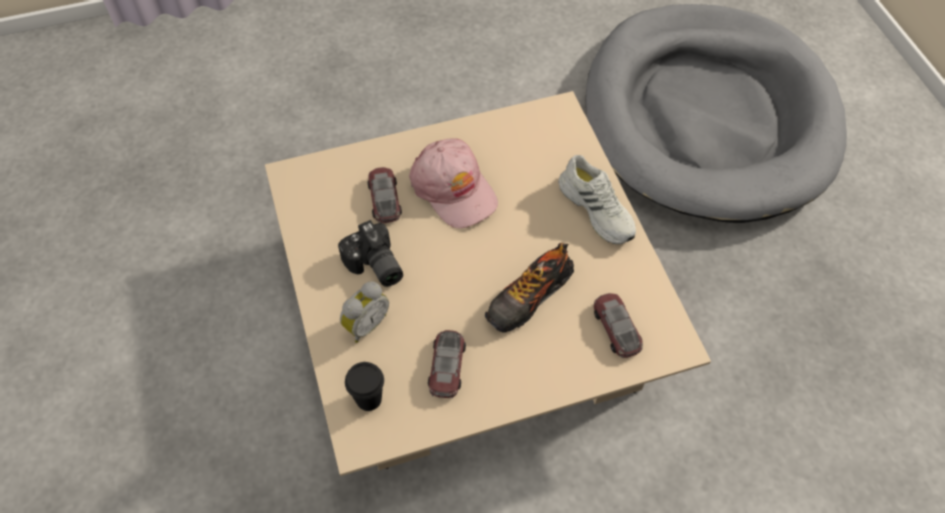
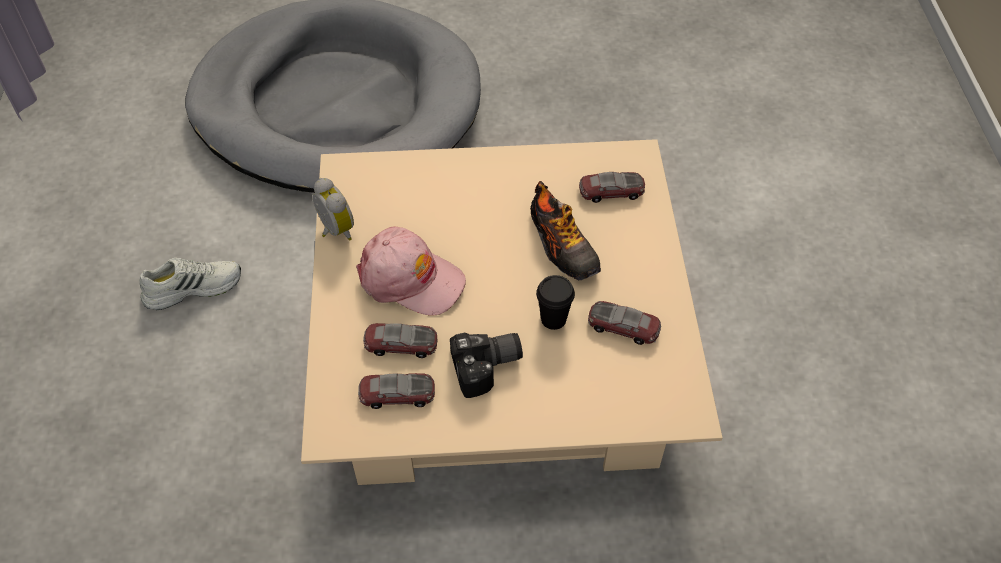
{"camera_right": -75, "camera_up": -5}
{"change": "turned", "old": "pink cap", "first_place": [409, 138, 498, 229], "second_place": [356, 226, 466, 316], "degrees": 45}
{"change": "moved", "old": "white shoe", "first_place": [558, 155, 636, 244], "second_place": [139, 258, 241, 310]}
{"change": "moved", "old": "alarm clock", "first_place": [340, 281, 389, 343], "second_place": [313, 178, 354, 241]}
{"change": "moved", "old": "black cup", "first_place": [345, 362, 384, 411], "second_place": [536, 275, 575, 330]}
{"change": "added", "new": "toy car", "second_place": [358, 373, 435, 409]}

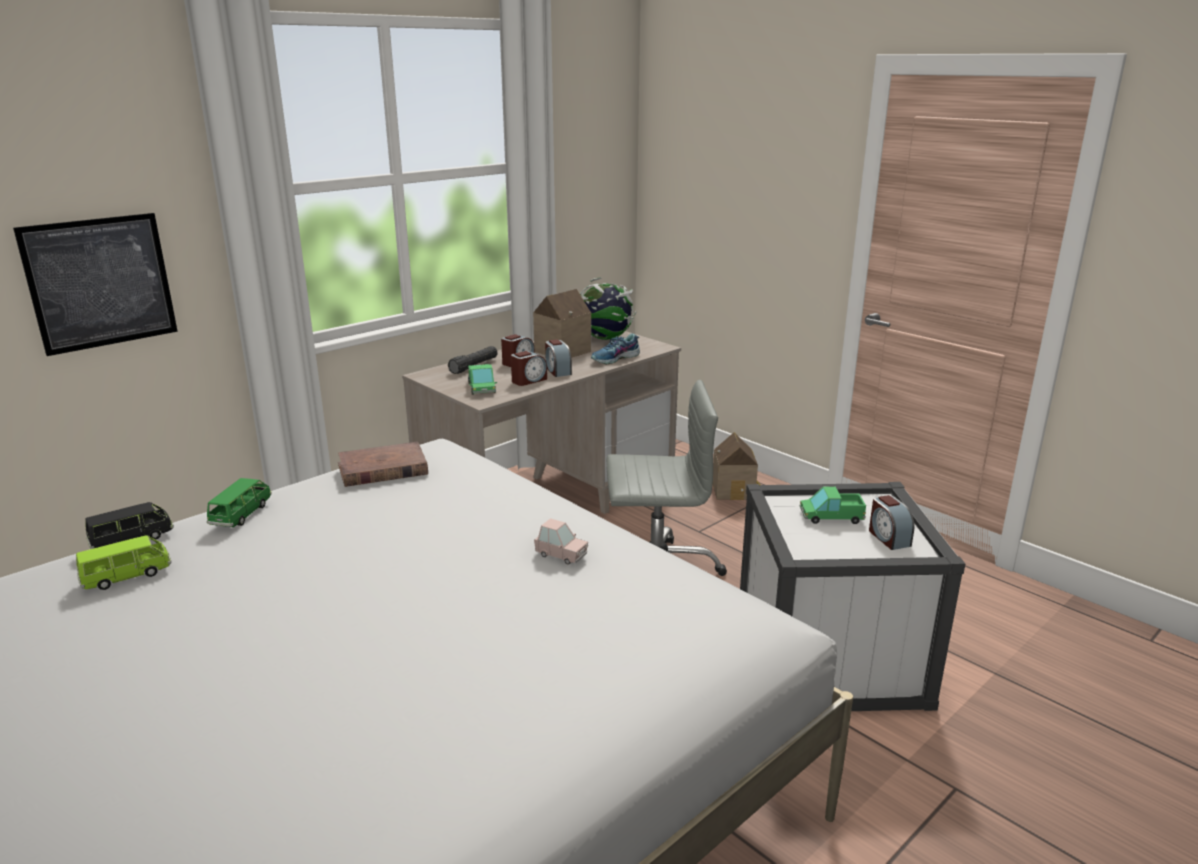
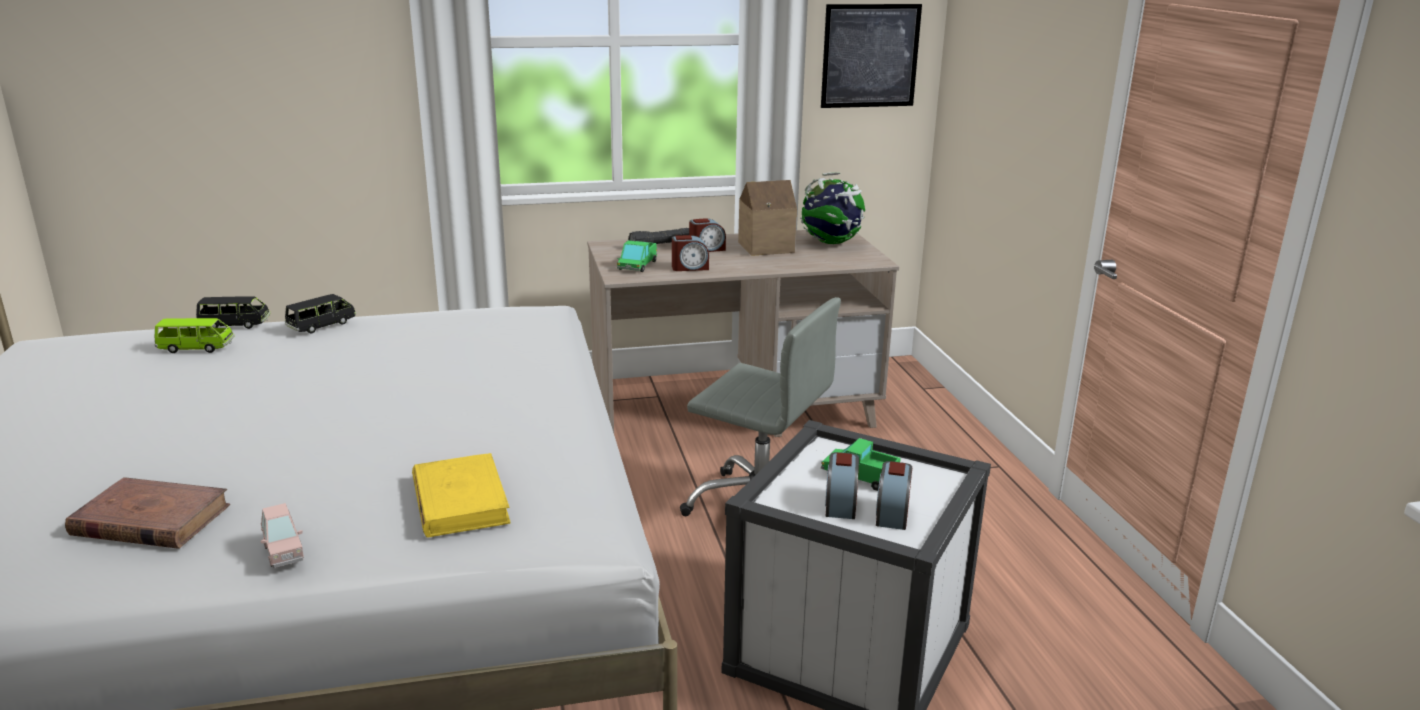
{"camera_right": 30, "camera_up": 0}
{"change": "moved", "old": "picture", "first_place": [13, 213, 178, 356], "second_place": [821, 4, 922, 108]}
{"change": "removed", "old": "shoe", "first_place": [591, 333, 640, 364]}
{"change": "moved", "old": "alarm clock", "first_place": [545, 339, 572, 377], "second_place": [825, 452, 859, 519]}
{"change": "removed", "old": "toy house", "first_place": [713, 432, 761, 500]}
{"change": "moved", "old": "brown book", "first_place": [338, 441, 428, 487], "second_place": [65, 477, 230, 549]}
{"change": "recoloured", "old": "green toy car", "new": "black toy car", "first_place": [207, 478, 272, 527], "second_place": [285, 294, 356, 333]}
{"change": "moved", "old": "pink toy car", "first_place": [534, 518, 588, 565], "second_place": [260, 503, 304, 568]}
{"change": "added", "new": "yellow book", "second_place": [412, 453, 511, 538]}

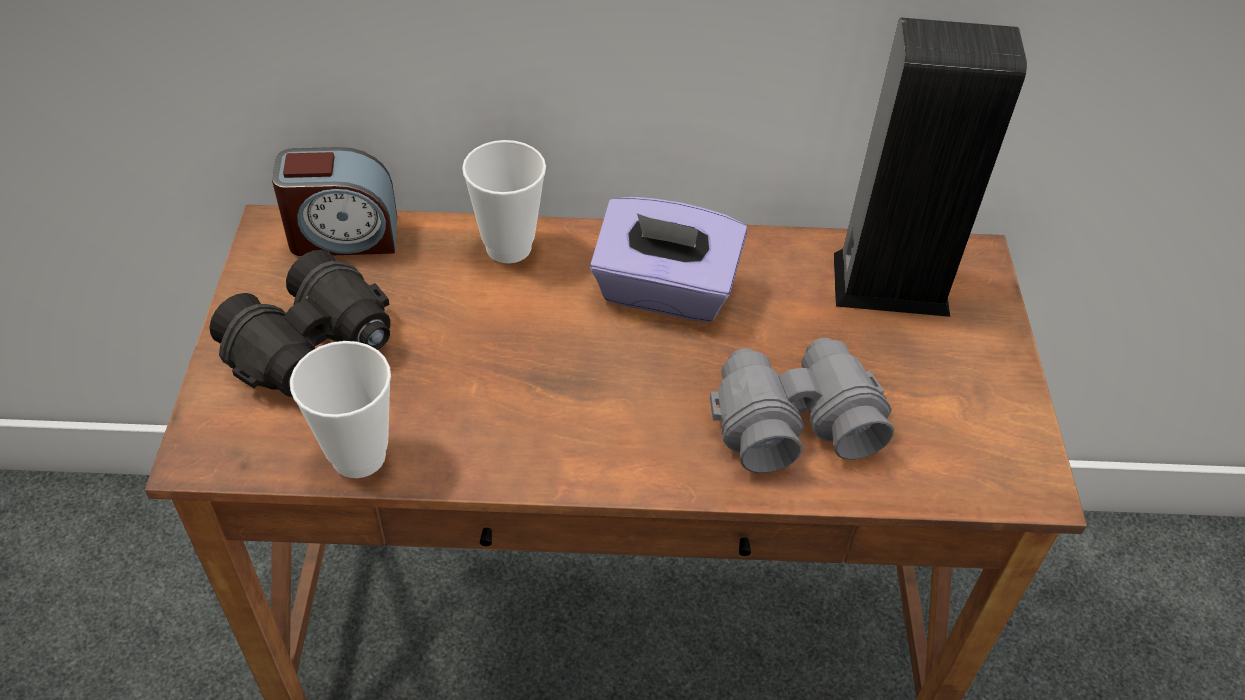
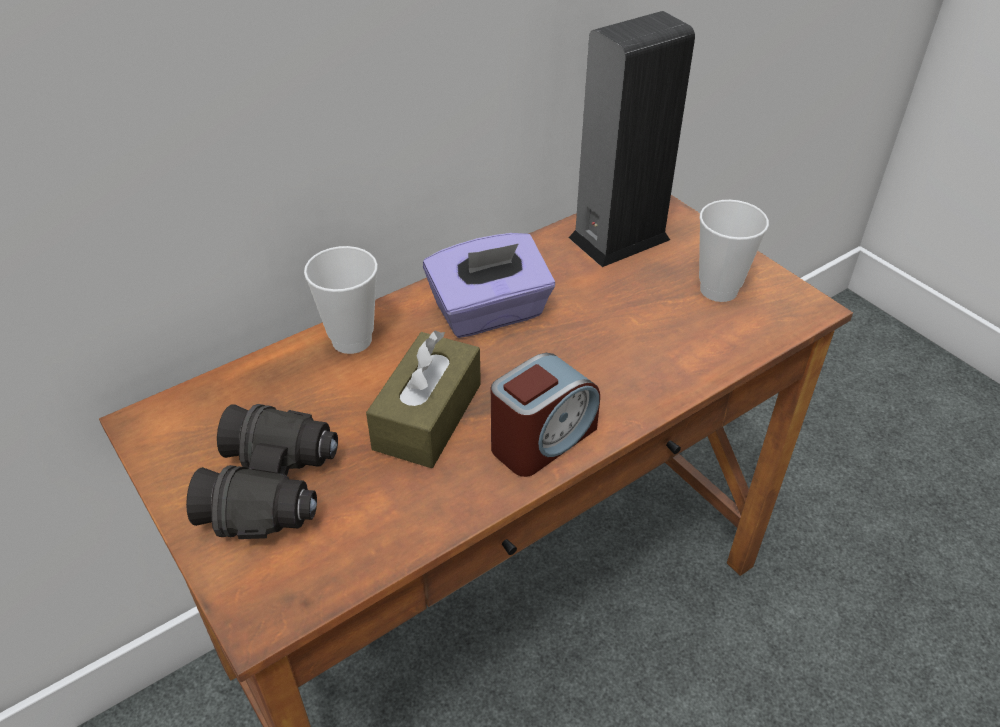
{"camera_right": -35, "camera_up": -5}
{"change": "moved", "old": "alarm clock", "first_place": [272, 147, 397, 256], "second_place": [491, 353, 600, 477]}
{"change": "removed", "old": "grey binoculars", "first_place": [710, 338, 894, 473]}
{"change": "moved", "old": "cup", "first_place": [290, 341, 391, 478], "second_place": [699, 200, 769, 302]}
{"change": "added", "new": "brown tissue box", "second_place": [366, 330, 481, 468]}

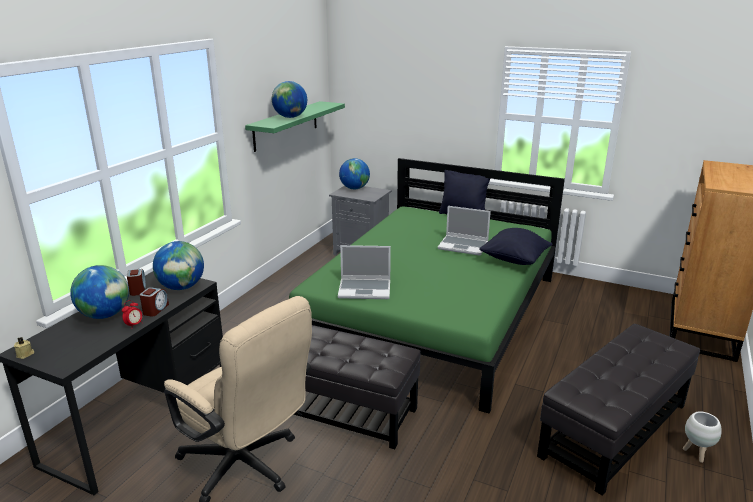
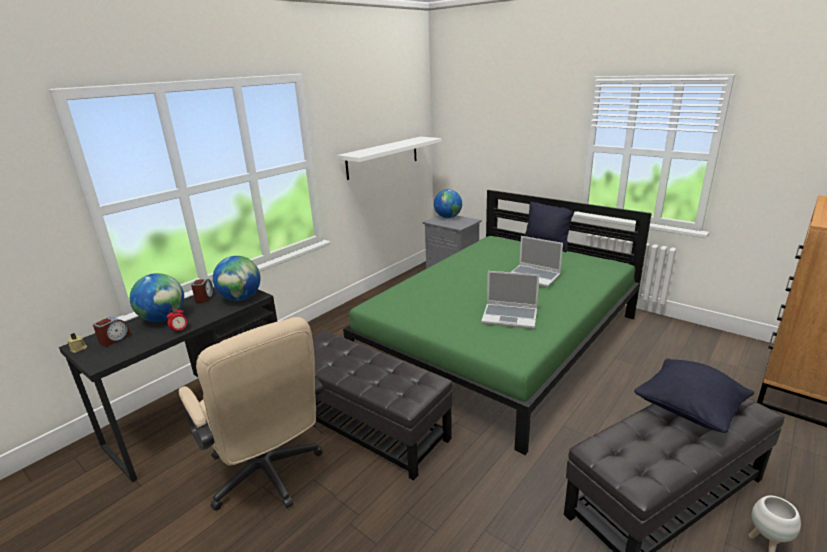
{"camera_right": 15, "camera_up": 0}
{"change": "removed", "old": "globe", "first_place": [272, 81, 307, 118]}
{"change": "recoloured", "old": "green shelf", "new": "white shelf", "first_place": [245, 101, 345, 152], "second_place": [337, 137, 442, 180]}
{"change": "moved", "old": "black pillow", "first_place": [479, 228, 552, 265], "second_place": [634, 358, 754, 433]}
{"change": "moved", "old": "laptop", "first_place": [338, 245, 391, 299], "second_place": [481, 271, 539, 329]}
{"change": "moved", "old": "alarm clock", "first_place": [140, 287, 169, 317], "second_place": [93, 317, 131, 347]}

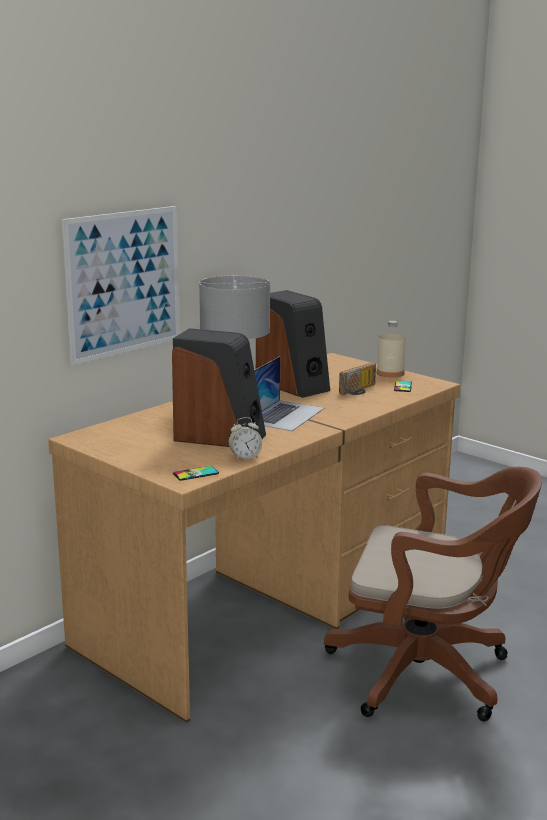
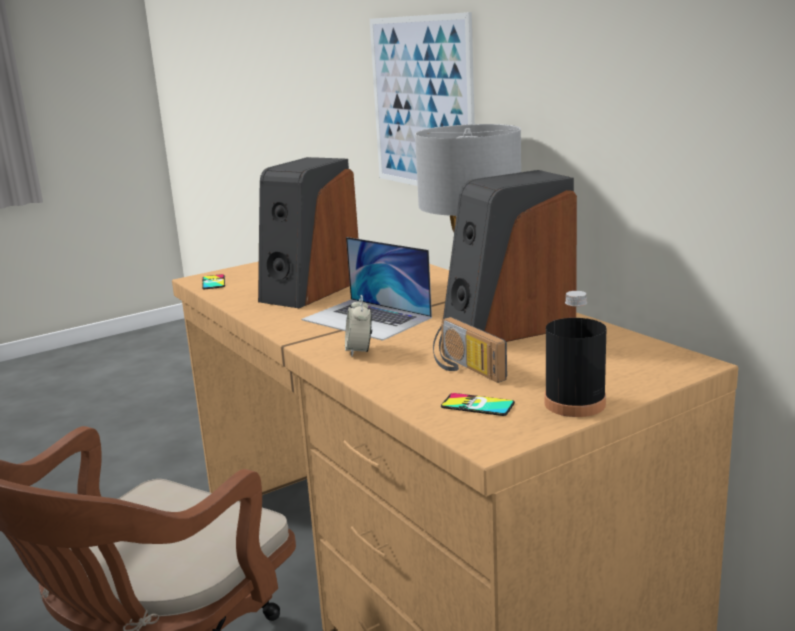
{"camera_right": 105, "camera_up": 0}
{"change": "recoloured", "old": "beige bottle", "new": "black bottle", "first_place": [377, 321, 406, 378], "second_place": [544, 291, 607, 417]}
{"change": "moved", "old": "alarm clock", "first_place": [228, 417, 262, 461], "second_place": [345, 295, 372, 356]}

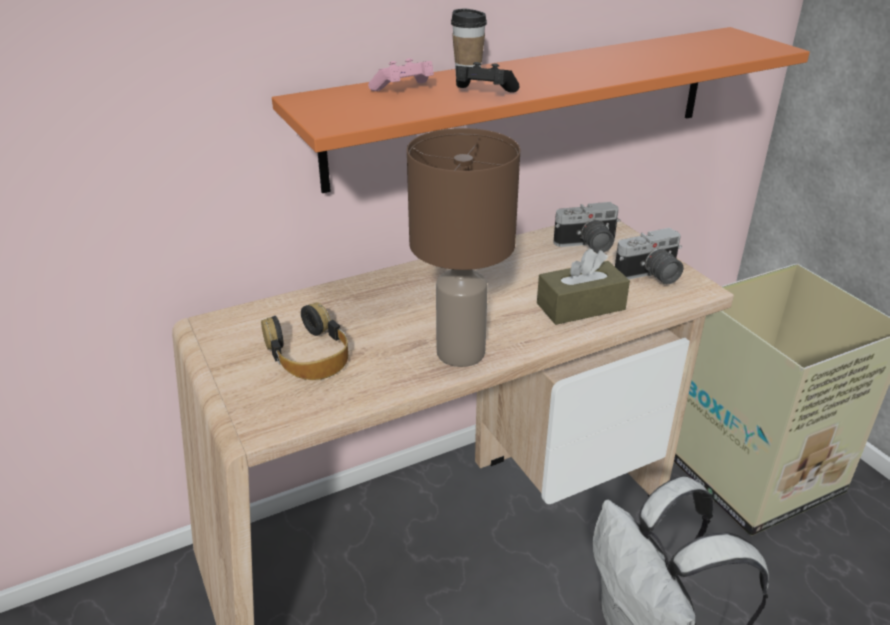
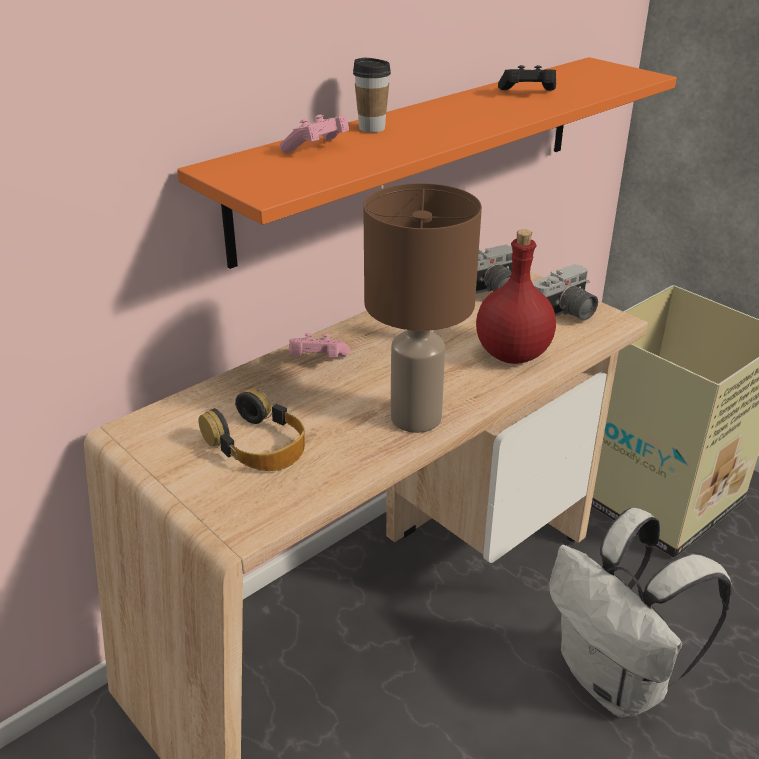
{"camera_right": -15, "camera_up": 0}
{"change": "moved", "old": "black game controller", "first_place": [455, 62, 520, 93], "second_place": [498, 65, 557, 91]}
{"change": "replaced", "old": "brown tissue box", "new": "red bottle", "first_place": [537, 249, 630, 325], "second_place": [476, 229, 556, 364]}
{"change": "added", "new": "pink game controller", "second_place": [289, 333, 350, 357]}

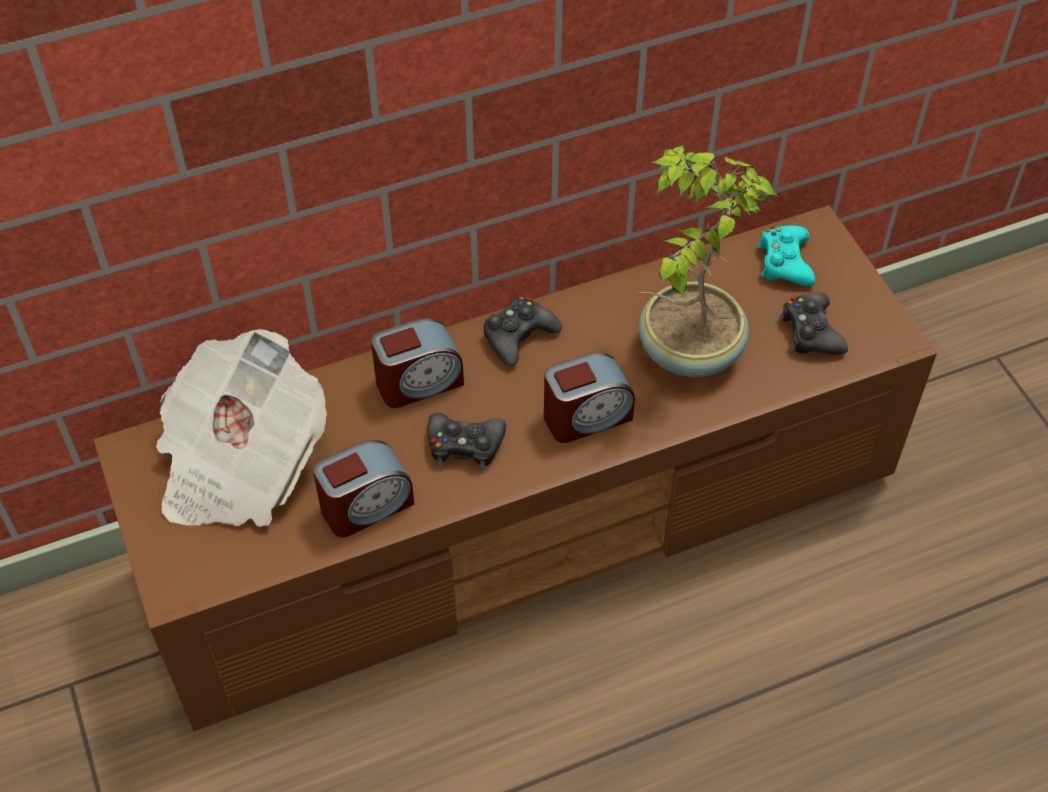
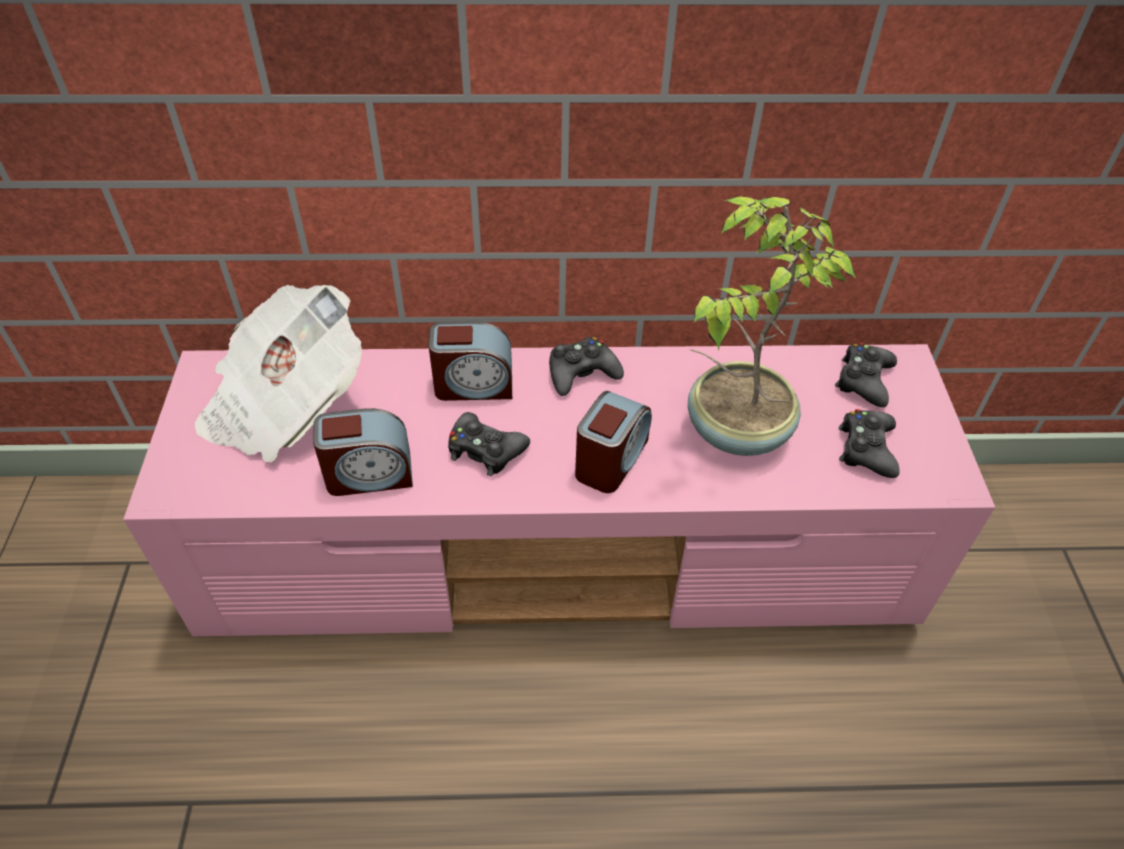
{"camera_right": 20, "camera_up": -5}
{"change": "recoloured", "old": "brown tv stand", "new": "pink tv stand", "first_place": [93, 205, 937, 731], "second_place": [123, 344, 995, 636]}
{"change": "recoloured", "old": "turquoise game controller", "new": "black game controller", "first_place": [757, 226, 815, 286], "second_place": [835, 343, 897, 407]}
{"change": "turned", "old": "alarm clock", "first_place": [544, 353, 635, 443], "second_place": [575, 391, 652, 493], "degrees": -60}

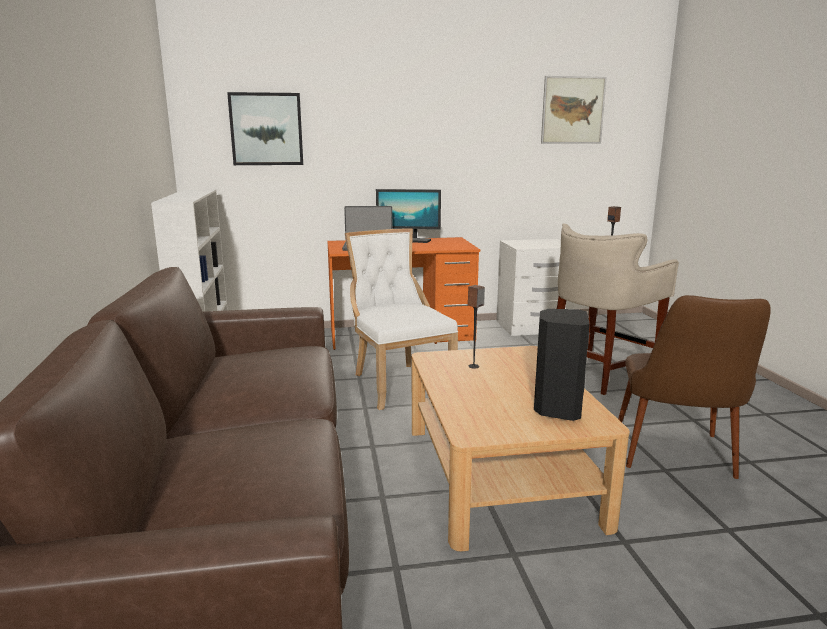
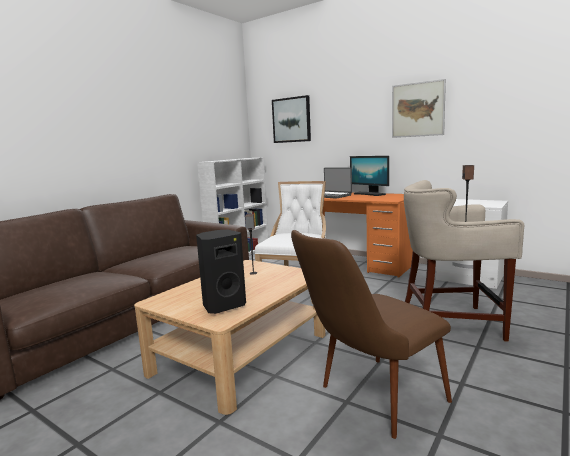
{"camera_right": 45, "camera_up": -5}
{"change": "moved", "old": "picture", "first_place": [541, 76, 607, 144], "second_place": [392, 79, 446, 138]}

